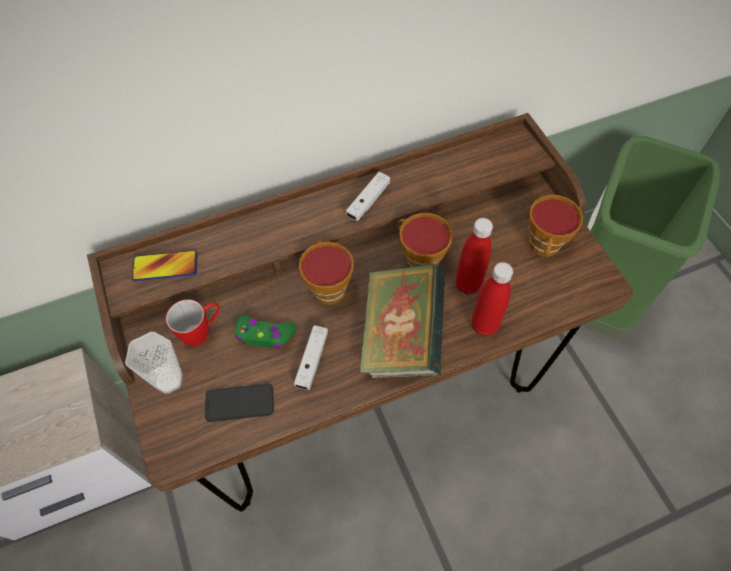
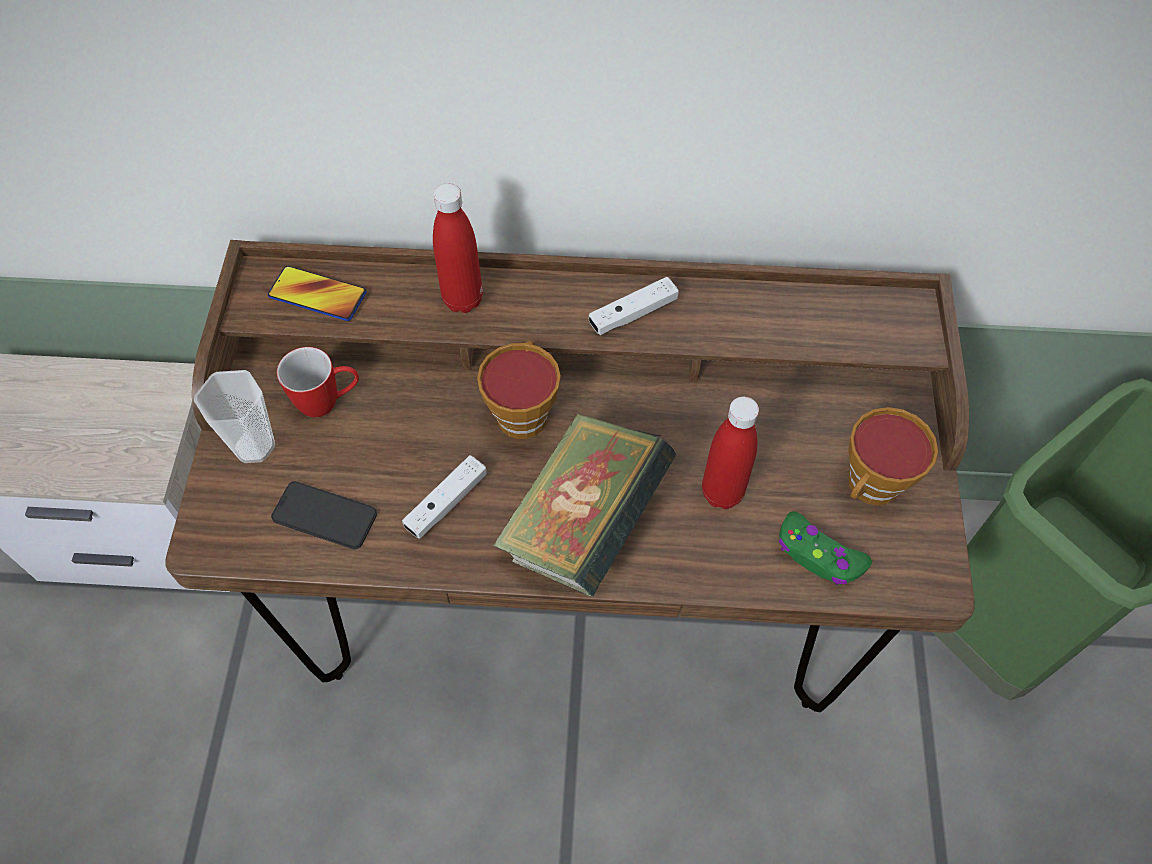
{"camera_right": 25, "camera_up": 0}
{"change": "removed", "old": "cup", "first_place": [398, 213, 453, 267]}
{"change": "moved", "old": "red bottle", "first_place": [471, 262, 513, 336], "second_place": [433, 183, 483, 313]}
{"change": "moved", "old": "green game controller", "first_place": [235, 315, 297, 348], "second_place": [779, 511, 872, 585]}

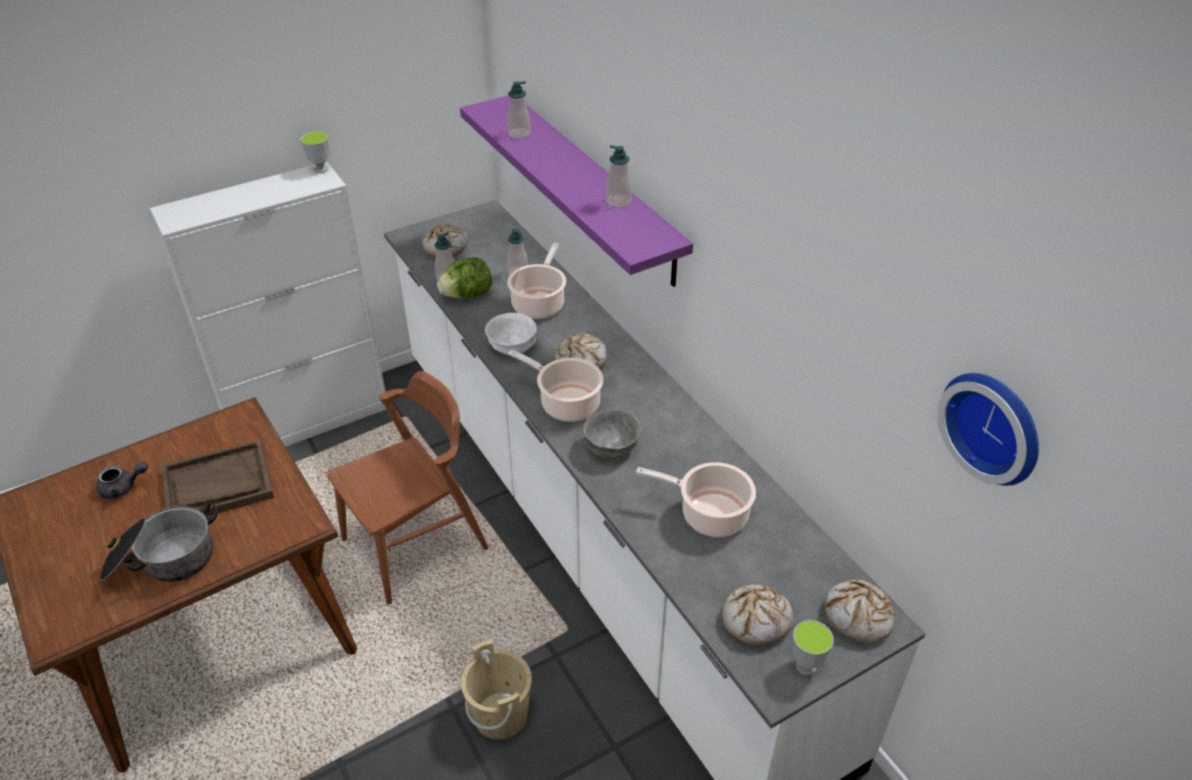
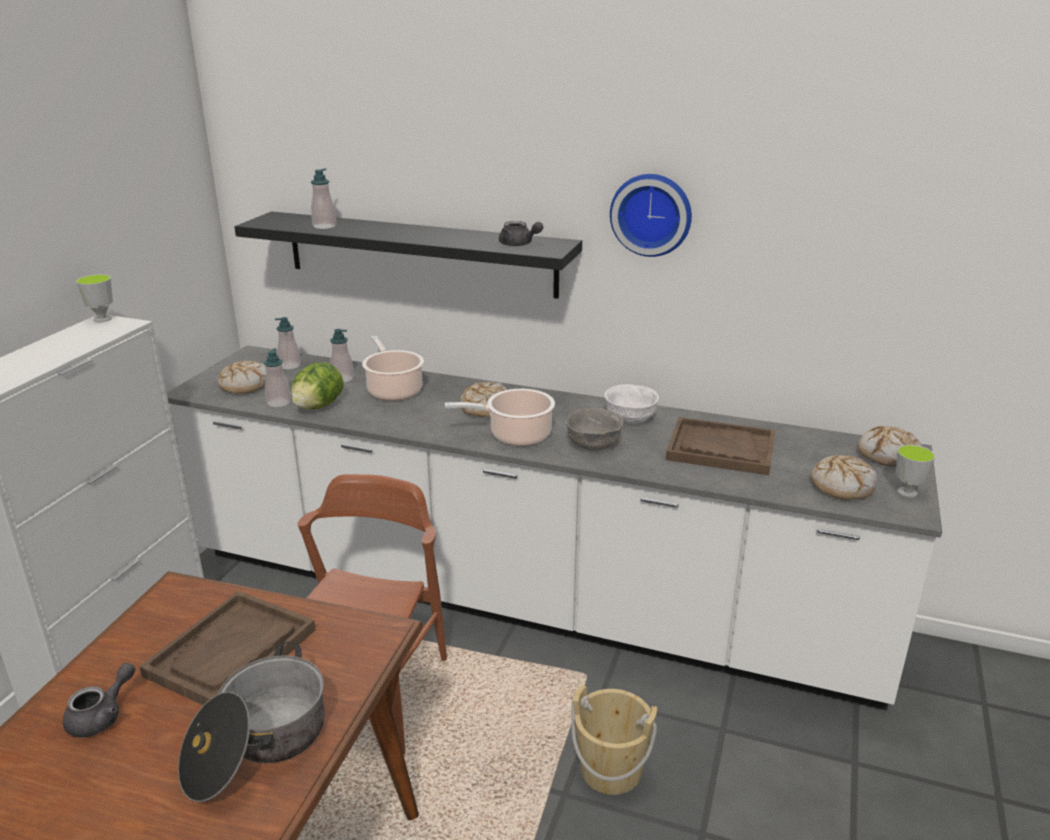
{"camera_right": -40, "camera_up": -15}
{"change": "recoloured", "old": "purple shelf", "new": "black shelf", "first_place": [460, 95, 693, 287], "second_place": [234, 211, 582, 299]}
{"change": "moved", "old": "soap dispenser", "first_place": [606, 145, 632, 208], "second_place": [275, 317, 301, 370]}
{"change": "moved", "old": "white bowl", "first_place": [485, 313, 537, 355], "second_place": [605, 384, 659, 423]}
{"change": "moved", "old": "wall clock", "first_place": [938, 373, 1039, 486], "second_place": [610, 174, 692, 257]}
{"change": "replaced", "old": "cooking pot", "new": "brown tray", "first_place": [636, 462, 756, 537], "second_place": [666, 417, 776, 475]}
{"change": "added", "new": "grey teapot", "second_place": [499, 221, 543, 246]}

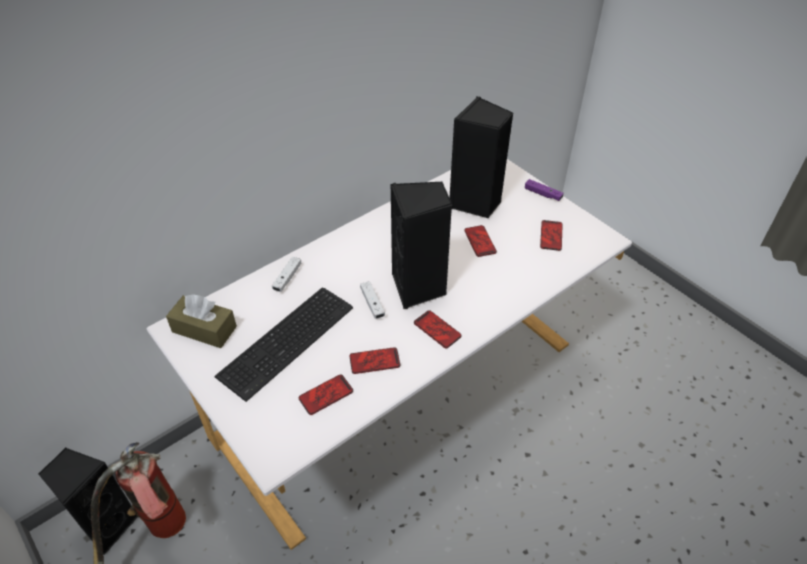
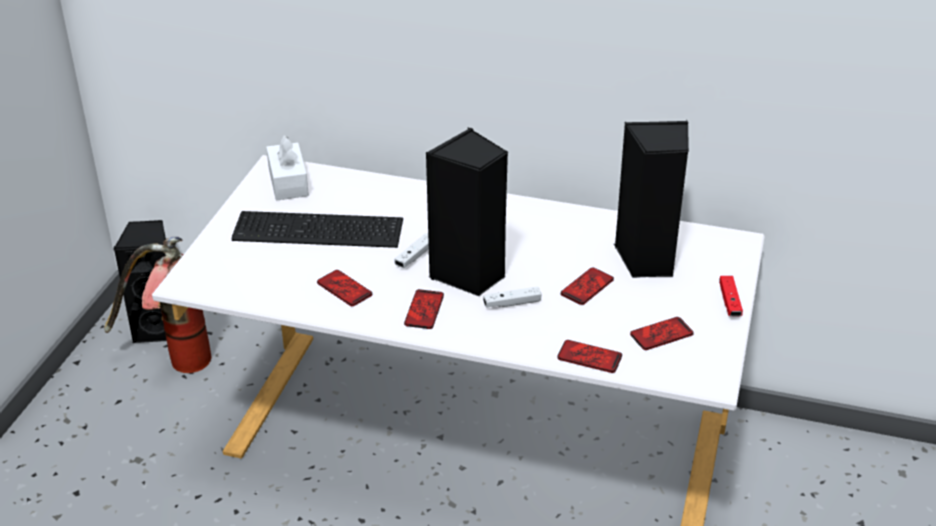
{"camera_right": 55, "camera_up": -10}
{"change": "recoloured", "old": "purple game controller", "new": "red game controller", "first_place": [525, 179, 564, 201], "second_place": [719, 276, 743, 317]}
{"change": "moved", "old": "white game controller", "first_place": [272, 257, 301, 292], "second_place": [483, 286, 542, 308]}
{"change": "recoloured", "old": "brown tissue box", "new": "white tissue box", "first_place": [166, 294, 237, 348], "second_place": [266, 136, 309, 200]}
{"change": "moved", "old": "phone", "first_place": [299, 374, 353, 415], "second_place": [557, 340, 622, 373]}

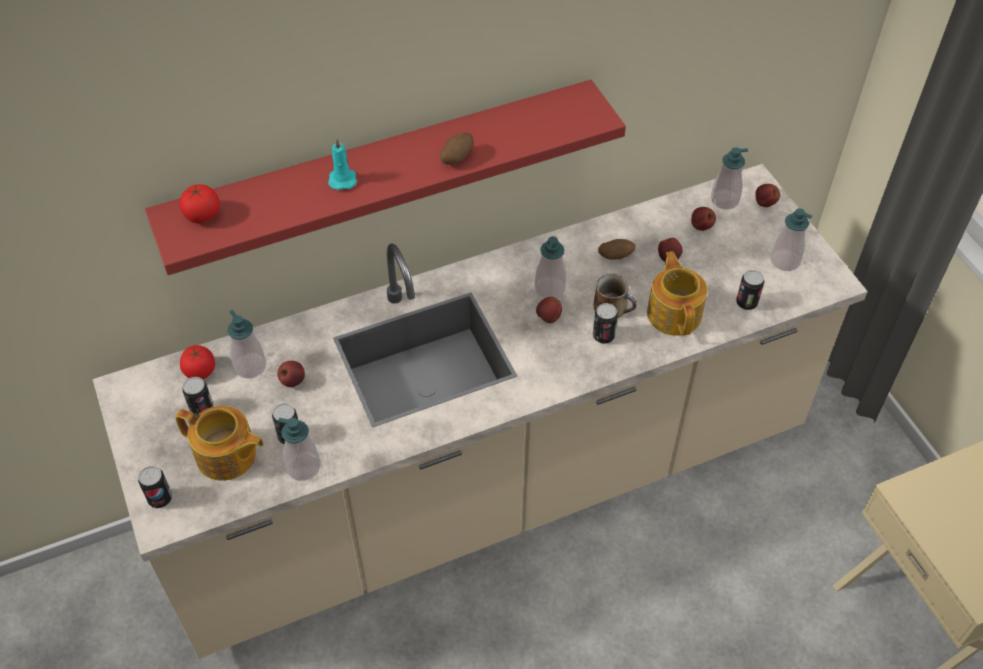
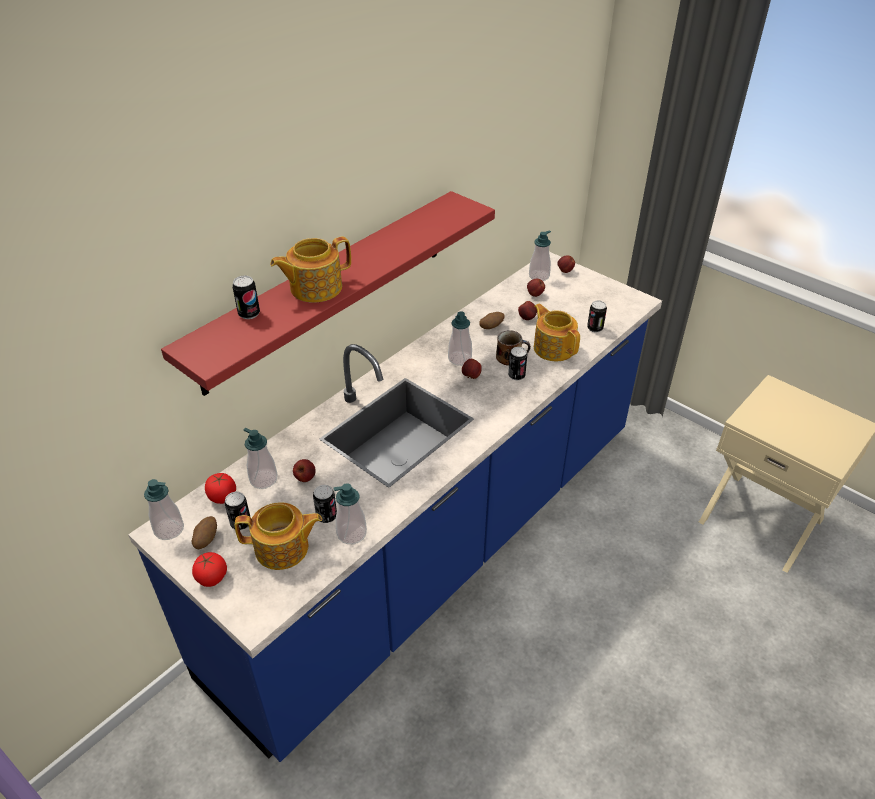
{"camera_right": -25, "camera_up": -10}
{"change": "moved", "old": "potato", "first_place": [440, 132, 473, 165], "second_place": [191, 516, 217, 549]}
{"change": "replaced", "old": "turquoise candle", "new": "teapot", "first_place": [328, 138, 357, 190], "second_place": [270, 237, 351, 303]}
{"change": "recoloured", "old": "beige counter", "new": "blue counter", "first_place": [93, 164, 868, 658], "second_place": [128, 252, 662, 762]}
{"change": "moved", "old": "tomato", "first_place": [179, 184, 220, 223], "second_place": [192, 552, 227, 587]}
{"change": "moved", "old": "soap dispenser", "first_place": [771, 208, 812, 271], "second_place": [144, 479, 184, 540]}
{"change": "moved", "old": "can", "first_place": [138, 466, 172, 508], "second_place": [232, 276, 260, 319]}

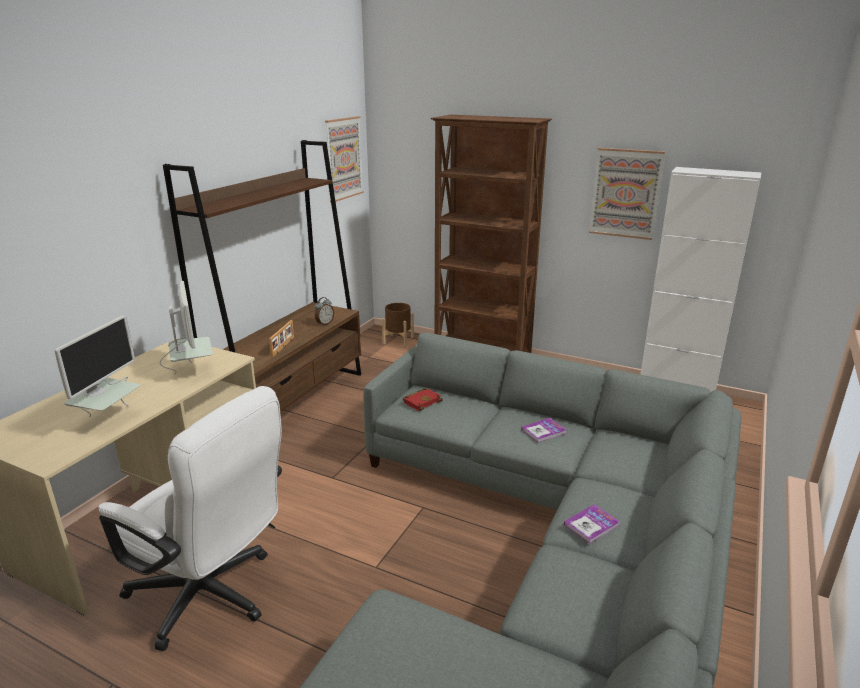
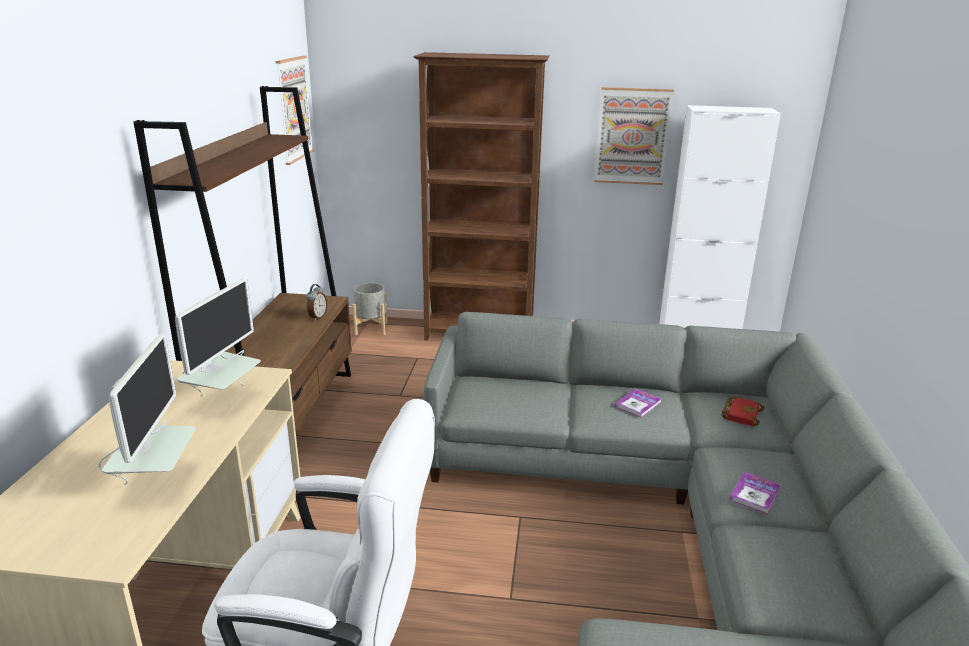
{"camera_right": -20, "camera_up": 0}
{"change": "turned", "old": "monitor", "first_place": [160, 281, 213, 375], "second_place": [175, 278, 261, 396], "degrees": 60}
{"change": "recoloured", "old": "brown planter", "new": "grey planter", "first_place": [382, 303, 414, 347], "second_place": [352, 283, 388, 335]}
{"change": "removed", "old": "picture frame", "first_place": [269, 320, 294, 357]}
{"change": "moved", "old": "red book", "first_place": [403, 388, 443, 411], "second_place": [721, 396, 765, 427]}

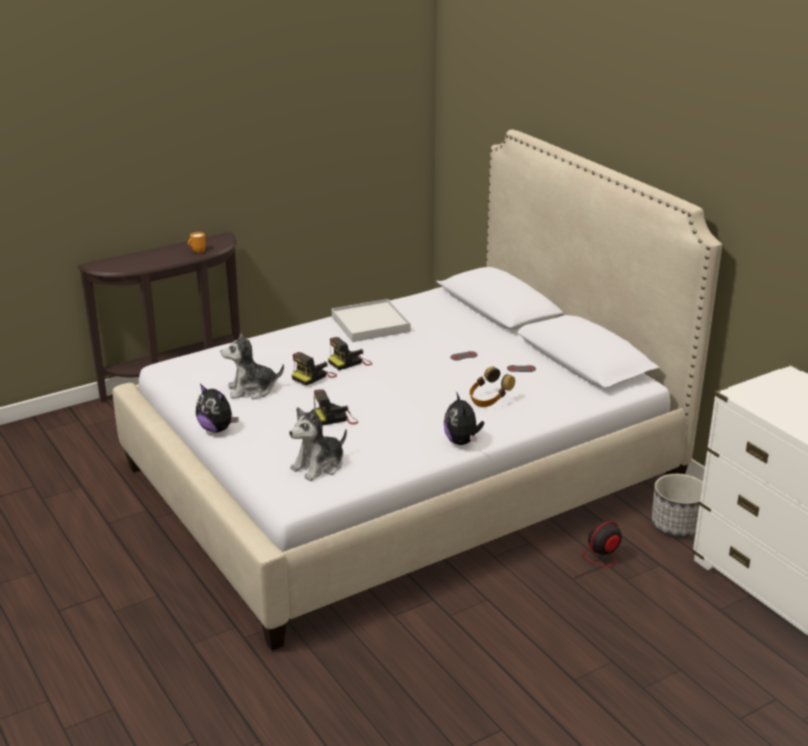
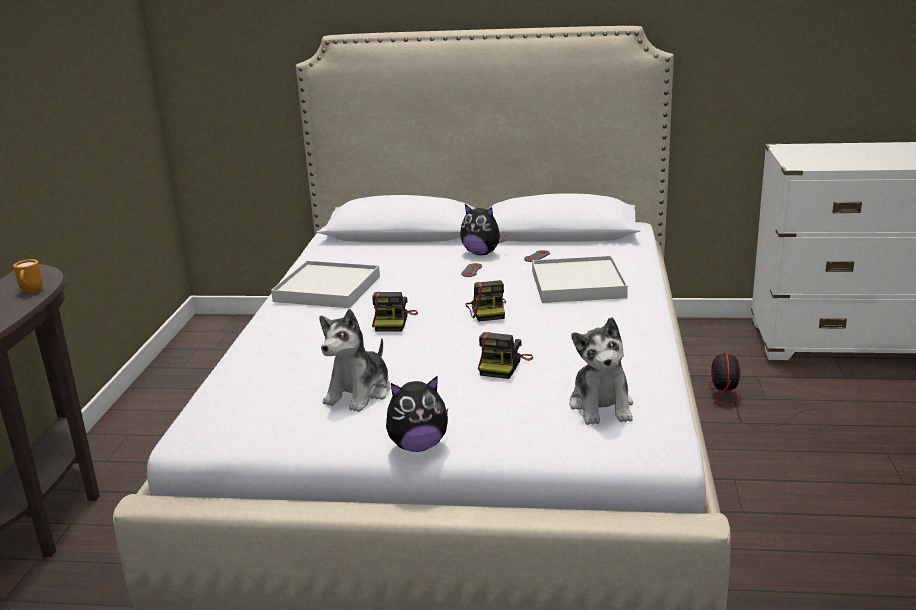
{"camera_right": -50, "camera_up": -5}
{"change": "moved", "old": "photo camera", "first_place": [291, 352, 337, 386], "second_place": [466, 280, 506, 322]}
{"change": "replaced", "old": "headphones", "new": "white tray", "first_place": [469, 366, 515, 407], "second_place": [532, 256, 628, 303]}
{"change": "moved", "old": "plush toy", "first_place": [444, 393, 484, 445], "second_place": [460, 204, 507, 255]}
{"change": "removed", "old": "planter", "first_place": [652, 474, 703, 537]}

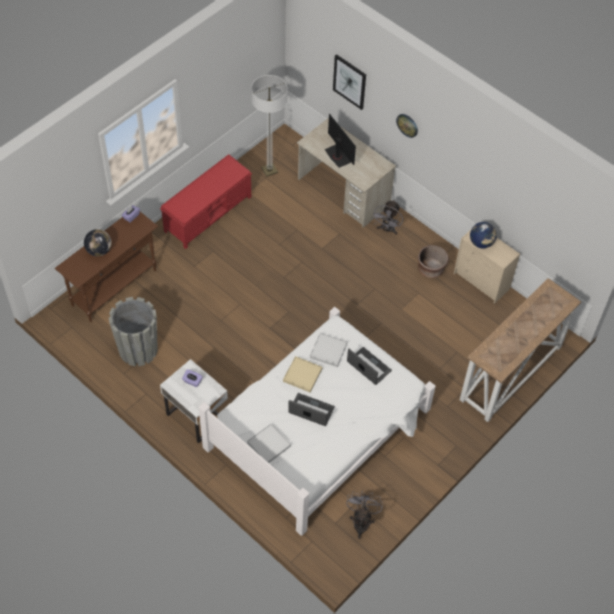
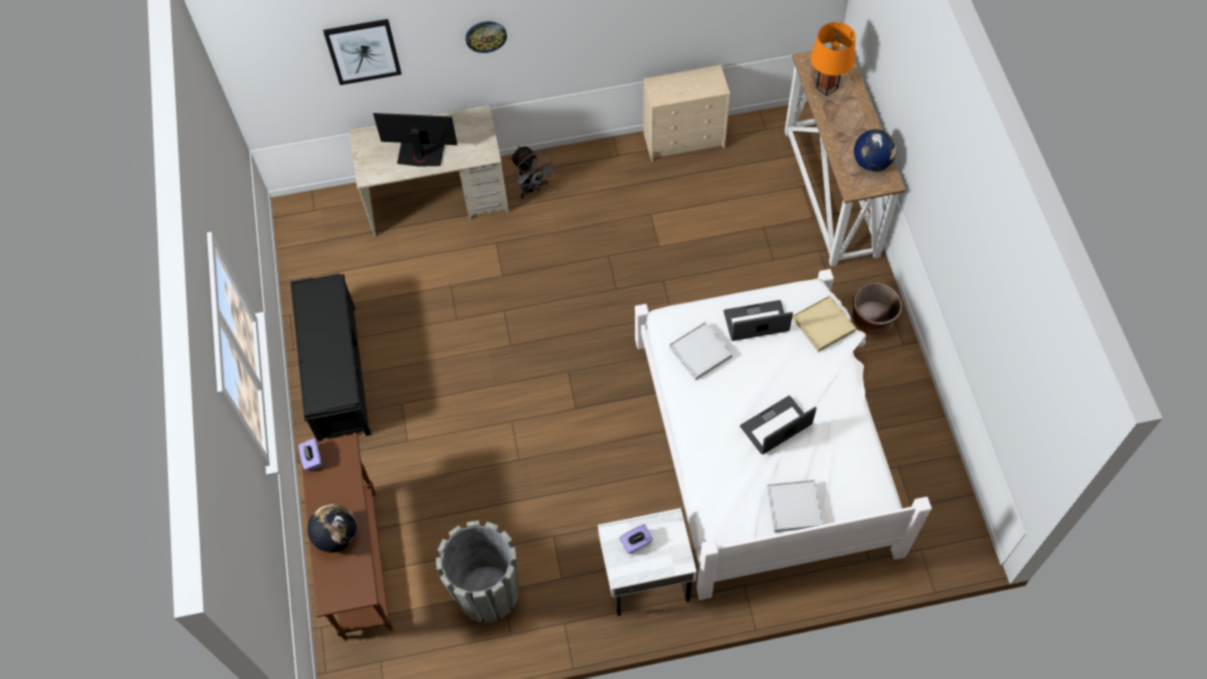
{"camera_right": -50, "camera_up": 5}
{"change": "removed", "old": "floor lamp", "first_place": [251, 75, 287, 177]}
{"change": "recoloured", "old": "red bench", "new": "black bench", "first_place": [160, 154, 252, 249], "second_place": [291, 274, 371, 441]}
{"change": "moved", "old": "globe", "first_place": [470, 222, 497, 248], "second_place": [854, 129, 896, 172]}
{"change": "moved", "old": "brown planter", "first_place": [418, 245, 448, 278], "second_place": [853, 283, 903, 335]}
{"change": "moved", "old": "beige tray", "first_place": [283, 356, 322, 392], "second_place": [792, 295, 856, 352]}
{"change": "removed", "old": "grey fan", "first_place": [346, 490, 383, 539]}
{"change": "added", "new": "orange table lamp", "second_place": [811, 22, 856, 96]}

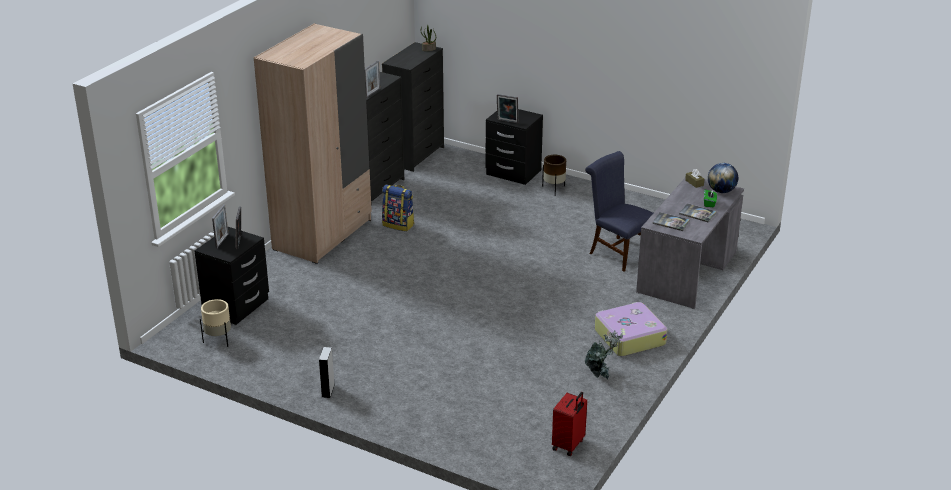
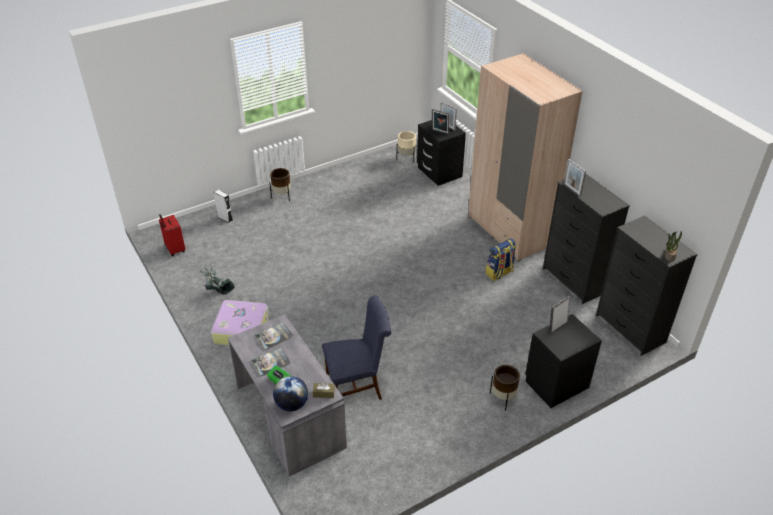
{"camera_right": 120, "camera_up": 10}
{"change": "moved", "old": "grey speaker", "first_place": [319, 347, 335, 398], "second_place": [214, 190, 233, 223]}
{"change": "added", "new": "brown planter", "second_place": [269, 168, 291, 201]}

